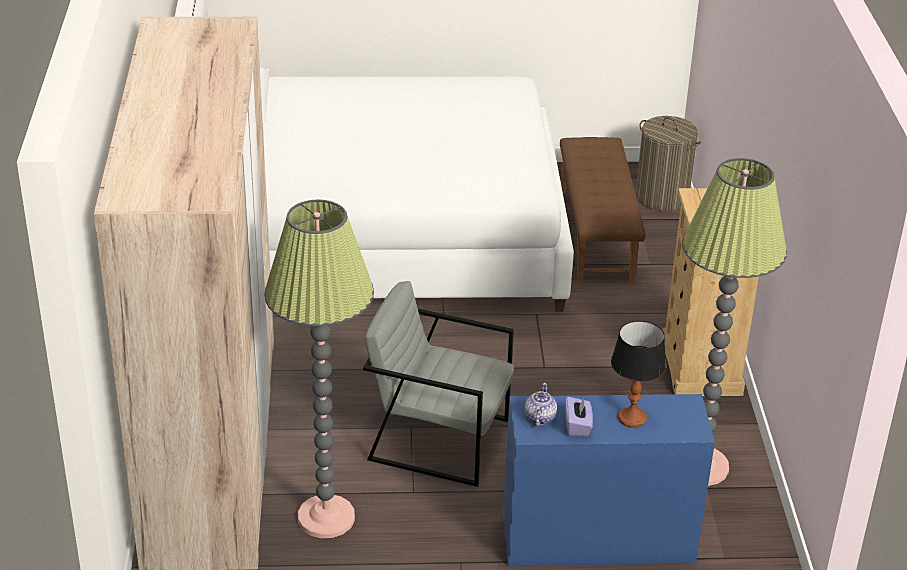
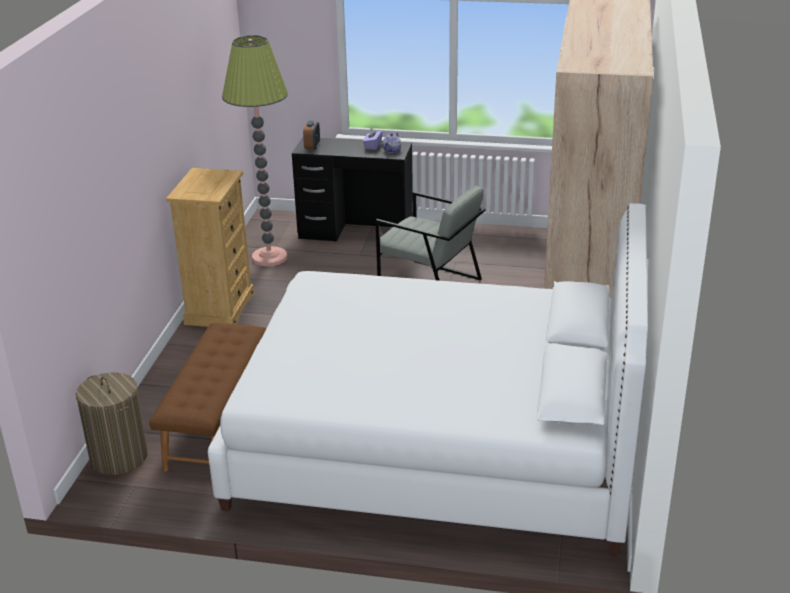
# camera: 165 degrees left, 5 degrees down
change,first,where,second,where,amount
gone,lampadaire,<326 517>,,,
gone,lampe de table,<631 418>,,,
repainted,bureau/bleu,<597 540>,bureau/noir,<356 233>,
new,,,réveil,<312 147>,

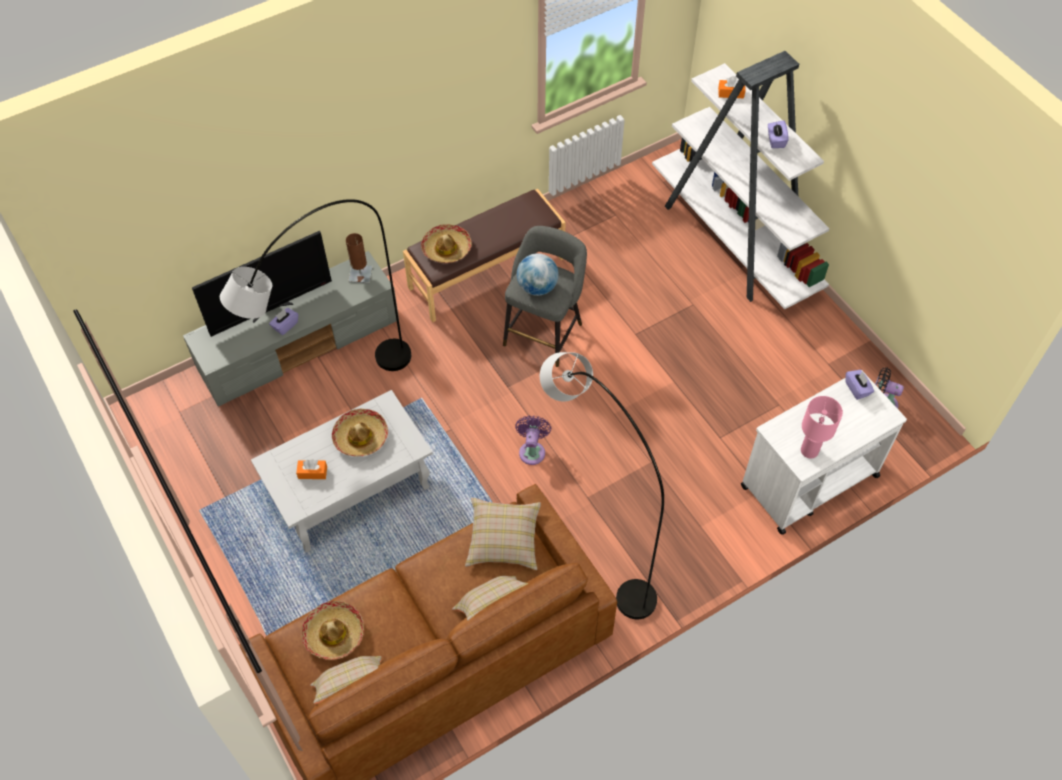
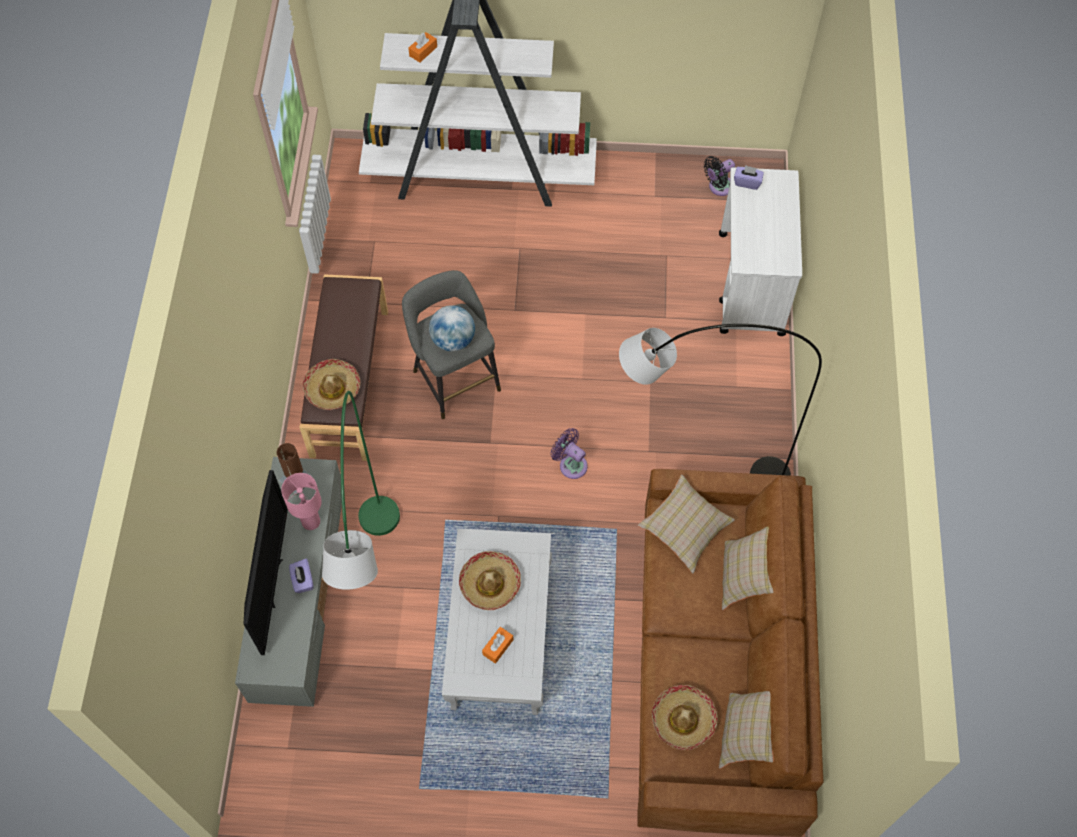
# camera: 55 degrees left, 5 degrees up
change,first,where,second,where,amount
gone,boîte à mouchoirs/violet,<775 140>,,,
repainted,lampadaire/gris,<335 391>,lampadaire/vert,<378 589>,
shifted,lampe de table/rose,<809 451>,,<311 522>,

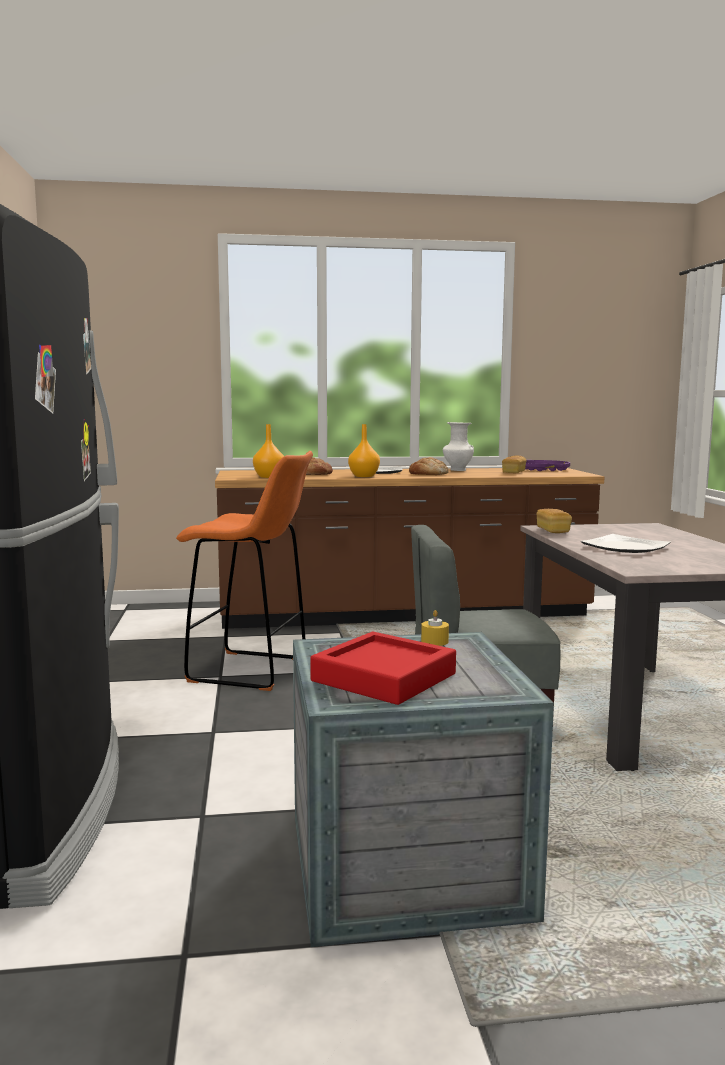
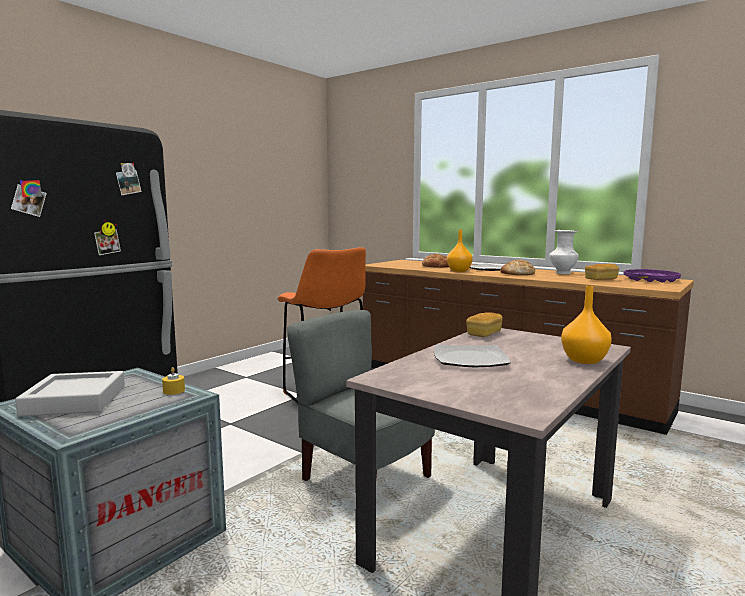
# camera: 45 degrees right, 0 degrees up
change,first,where,second,where,amount
shifted,vase/orange,<269 477>,,<585 361>,
repainted,plateau/rouge,<384 677>,plateau/gris,<75 400>,

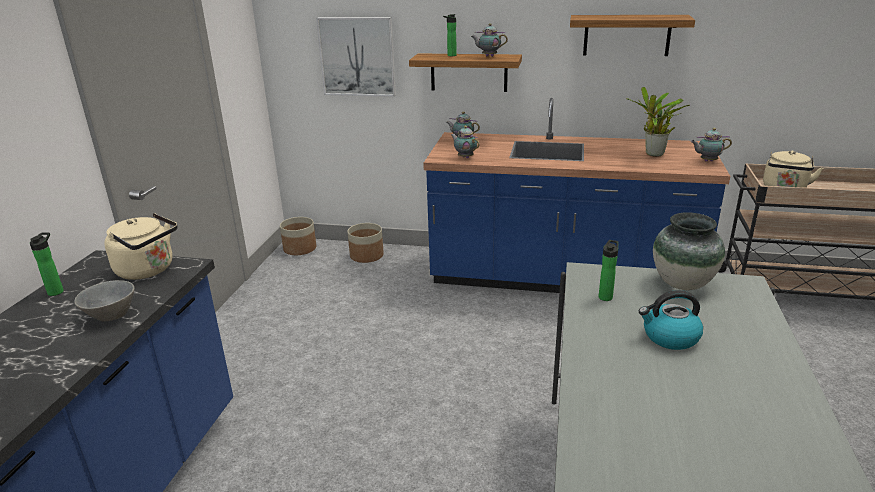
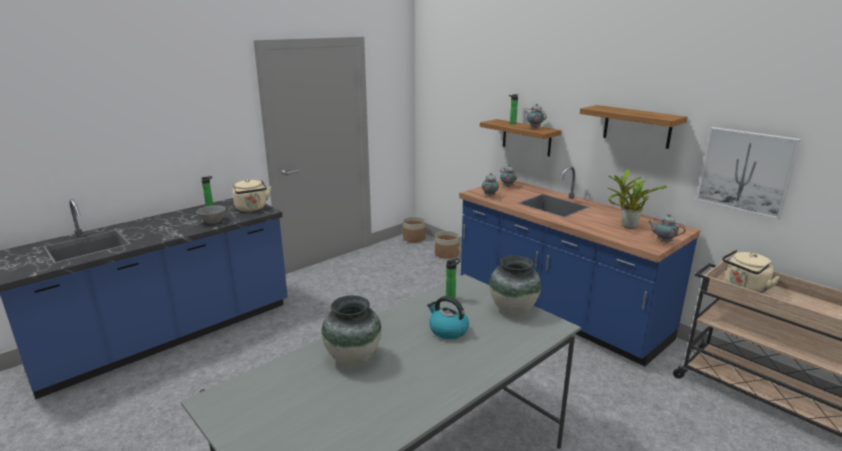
# camera: 35 degrees right, 5 degrees down
change,first,where,second,where,amount
shifted,tableau,<357 56>,,<745 171>,
new,,,vase,<353 358>,

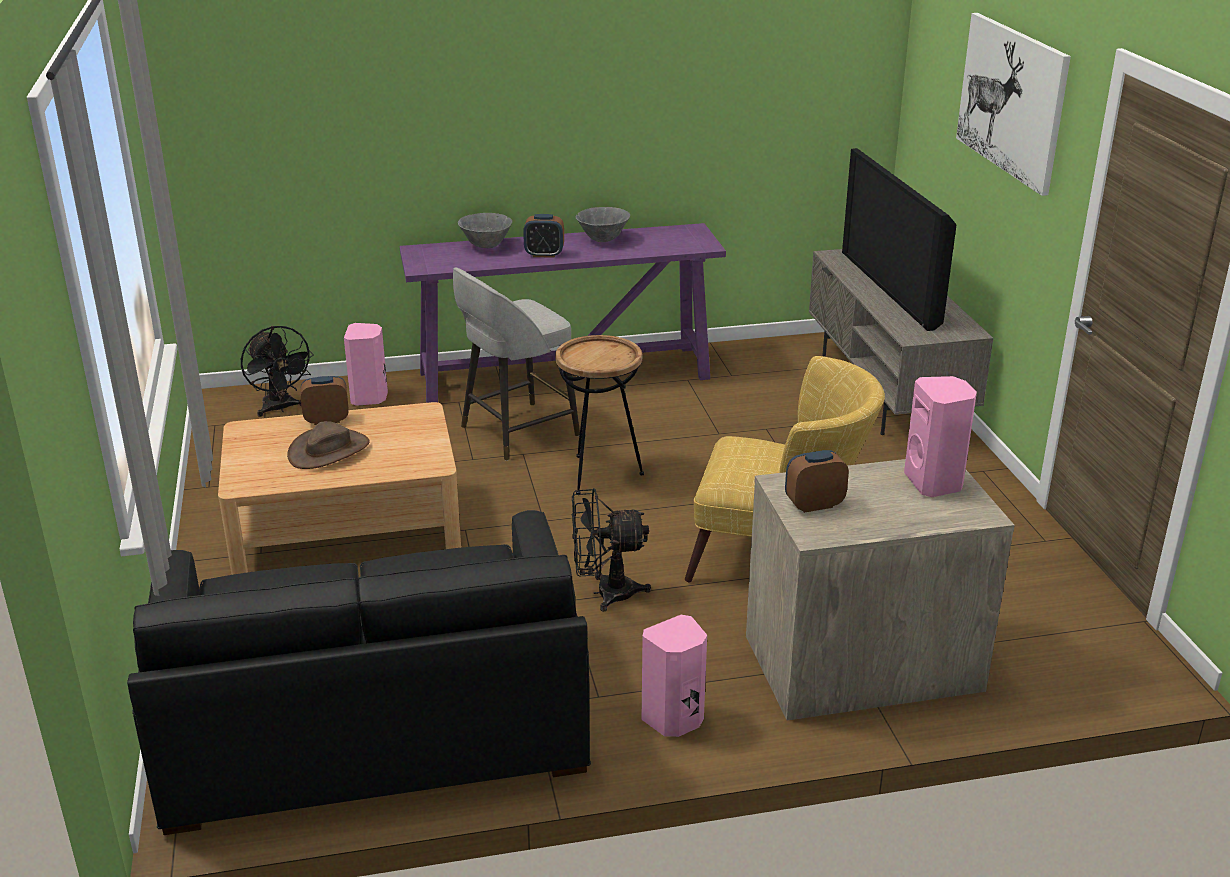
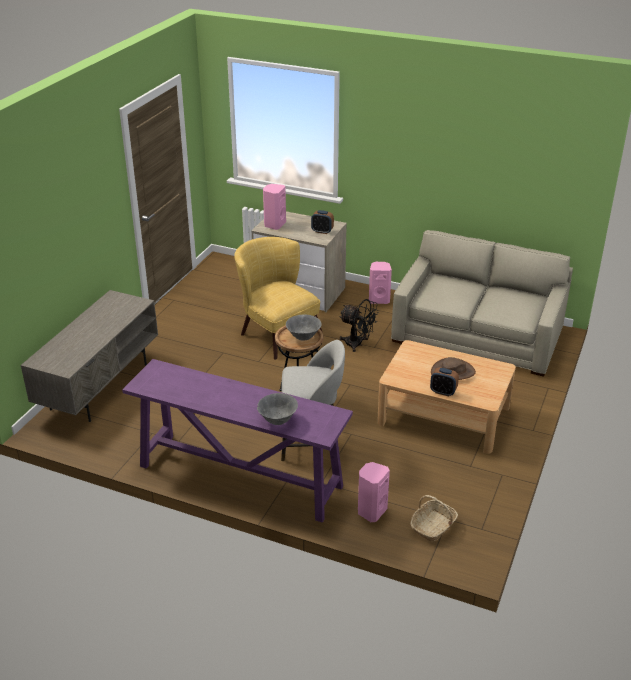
# camera: 145 degrees left, 5 degrees up
change,first,where,second,where,amount
gone,tableau,<1011 100>,,,
gone,téléviseur,<894 288>,,,
shifted,bol/gris,<603 240>,,<303 337>,
gone,réveil,<544 254>,,,
swapped,ventilateur/noir,<280 409>,panier,<433 526>,
repainted,canapé/noir,<372 722>,canapé/beige,<478 334>,

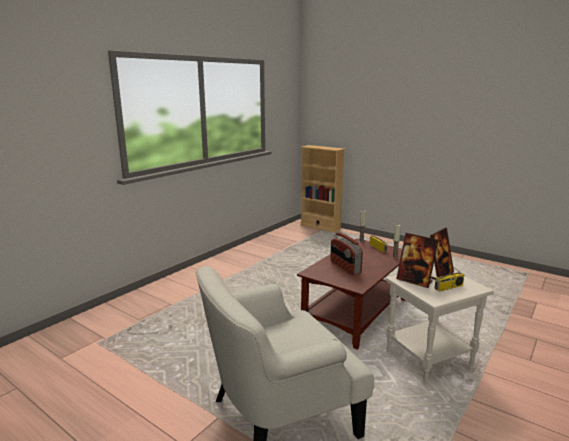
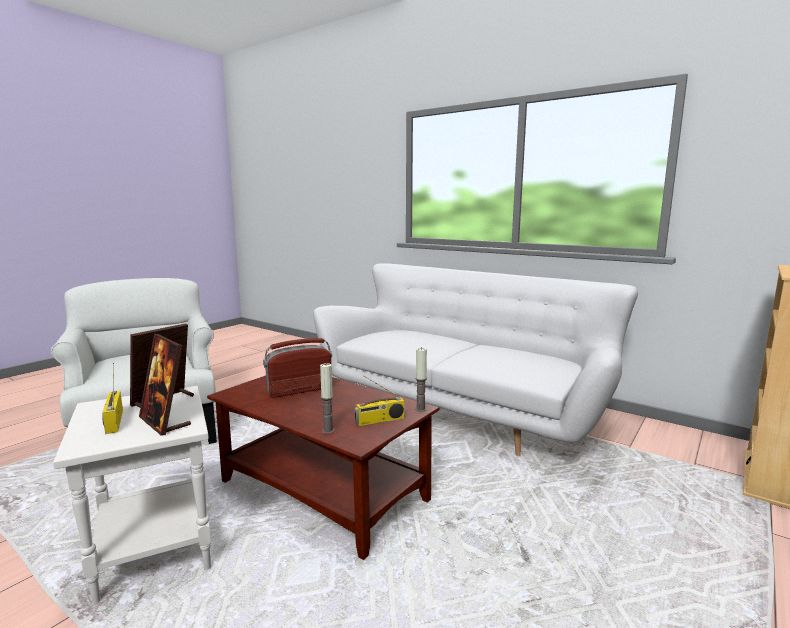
# camera: 90 degrees right, 5 degrees down
change,first,where,second,where,amount
new,,,canapé/blanc,<464 411>,

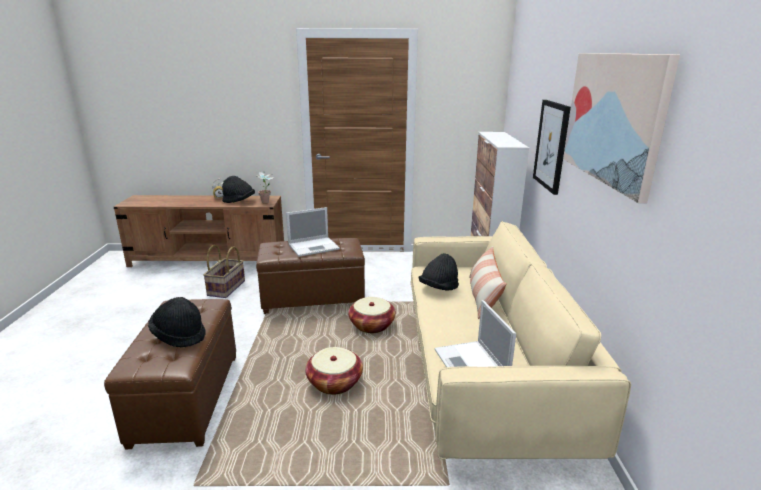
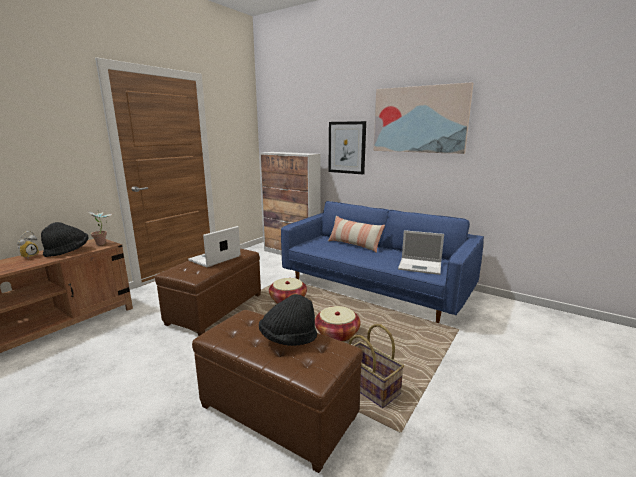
# camera: 55 degrees left, 5 degrees down
change,first,where,second,where,amount
rotated,ordinateur portable,<314 246>,,<214 258>,150 degrees counterclockwise
repainted,canapé/beige,<483 369>,canapé/bleu,<375 287>,
shifted,panier,<227 288>,,<370 386>,
gone,chapeau/noir,<438 288>,,,

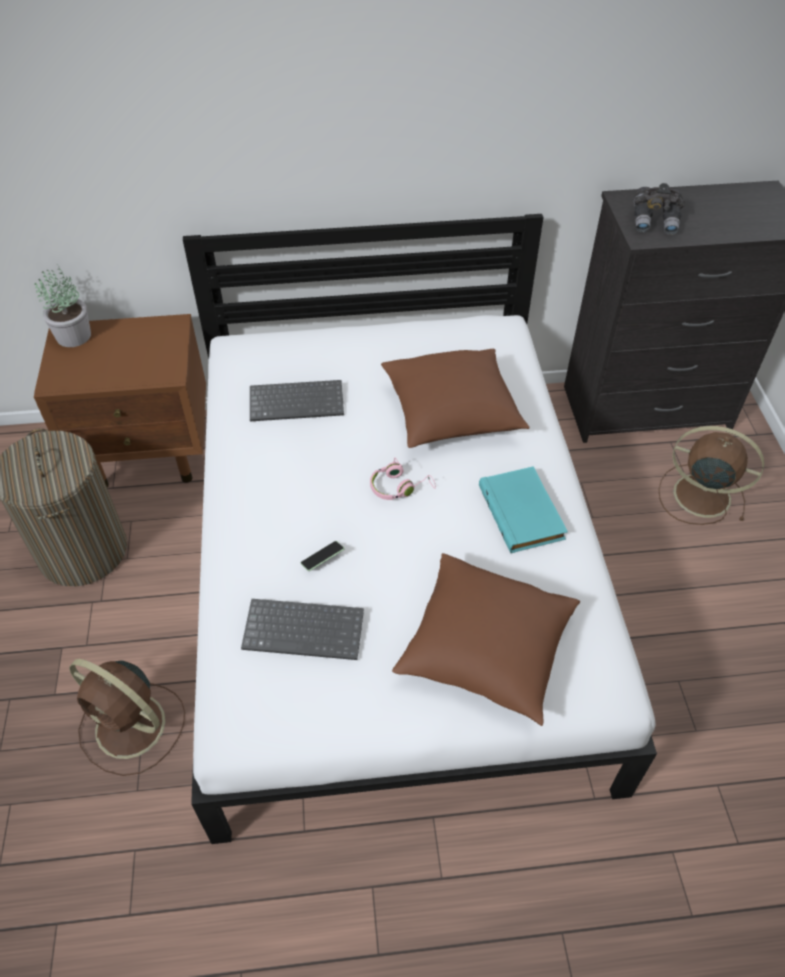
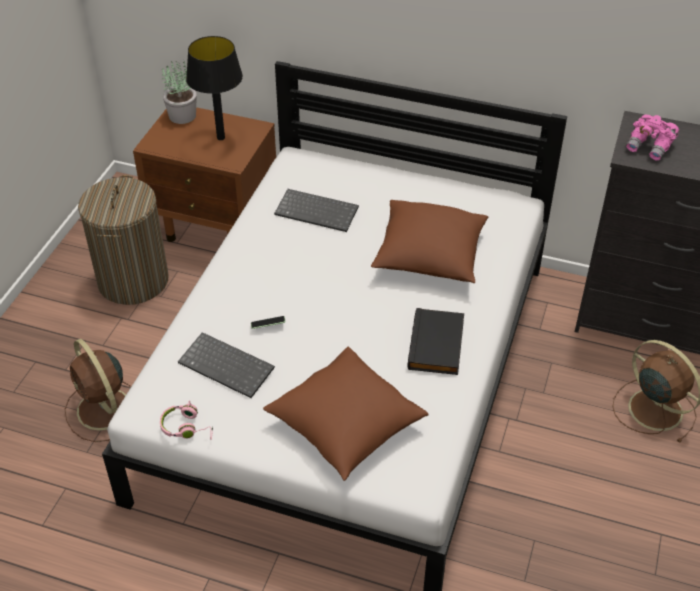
# camera: 25 degrees right, 5 degrees down
change,first,where,second,where,amount
repainted,jumelles/gris,<655 222>,jumelles/rose,<650 146>,
shifted,casque audio/rose,<399 487>,,<187 428>,
repainted,livre/turquoise,<523 513>,livre/noir,<438 345>,
new,,,lampe de table/noir,<220 138>,

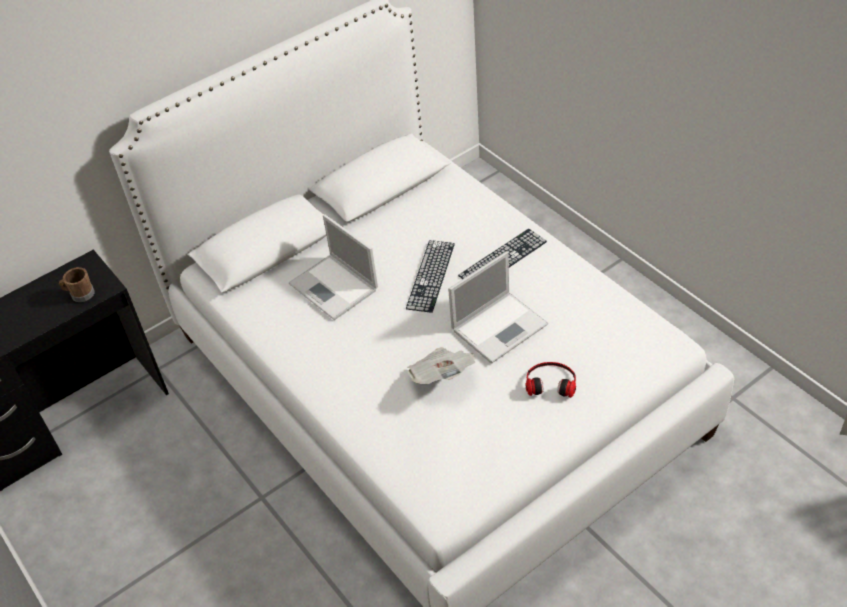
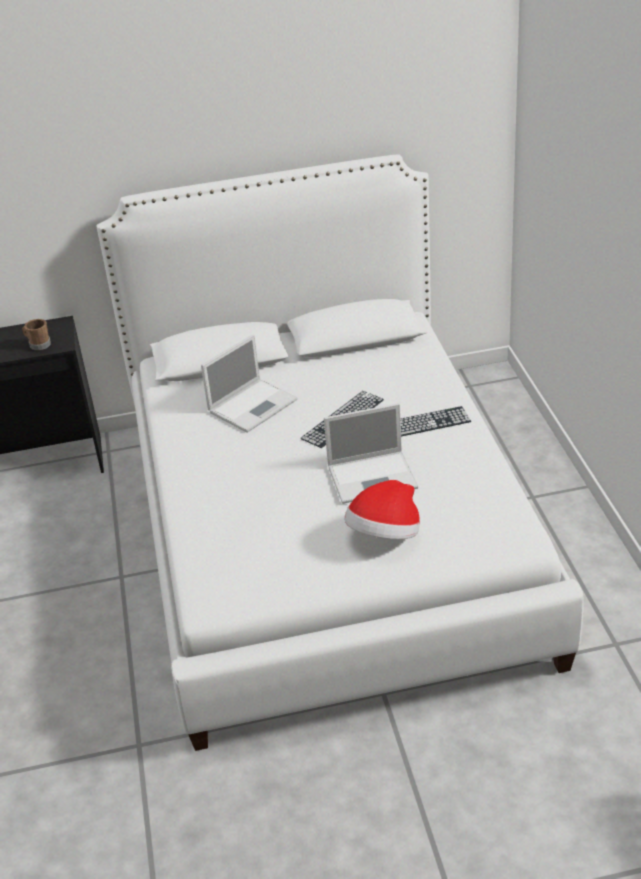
# camera: 25 degrees right, 10 degrees down
change,first,where,second,where,amount
rotated,ordinateur portable,<335 287>,,<253 405>,120 degrees counterclockwise
gone,journal,<441 376>,,,
swapped,casque audio,<551 382>,chapeau,<385 535>,

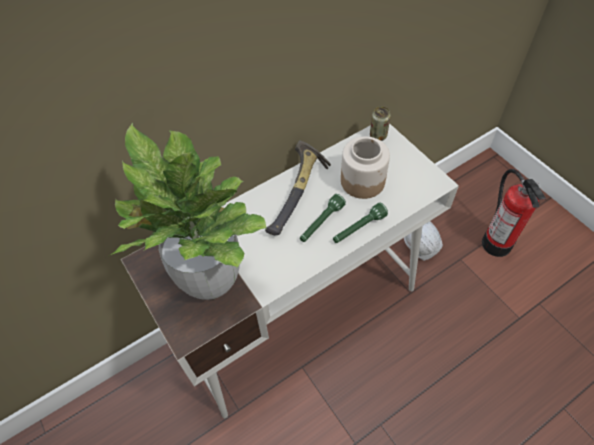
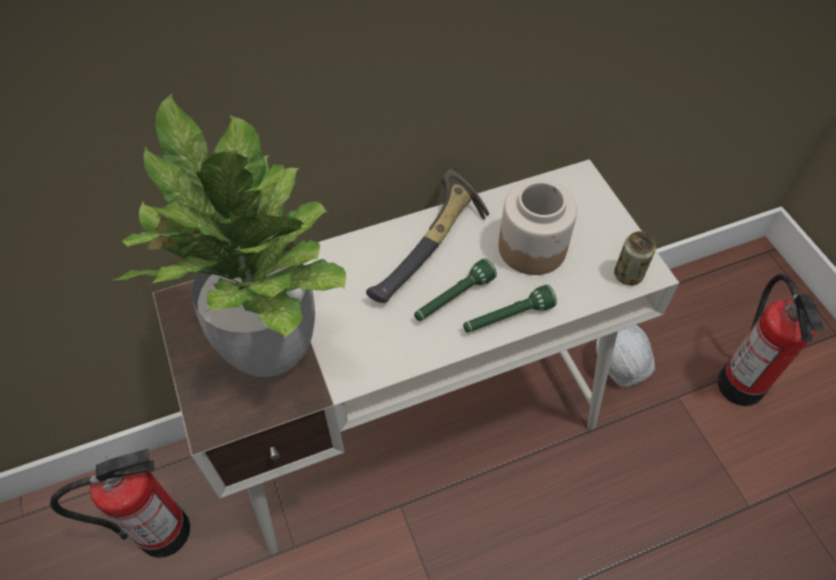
# camera: 10 degrees right, 0 degrees up
change,first,where,second,where,amount
shifted,boîte métallique,<378 135>,,<628 275>,
new,,,extincteur,<163 531>,

